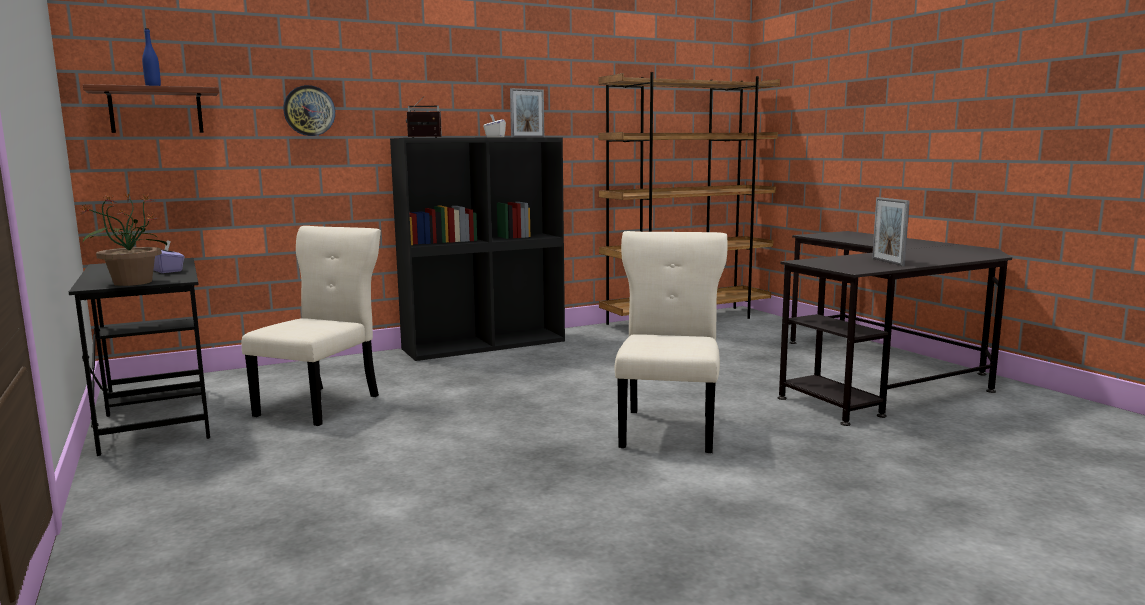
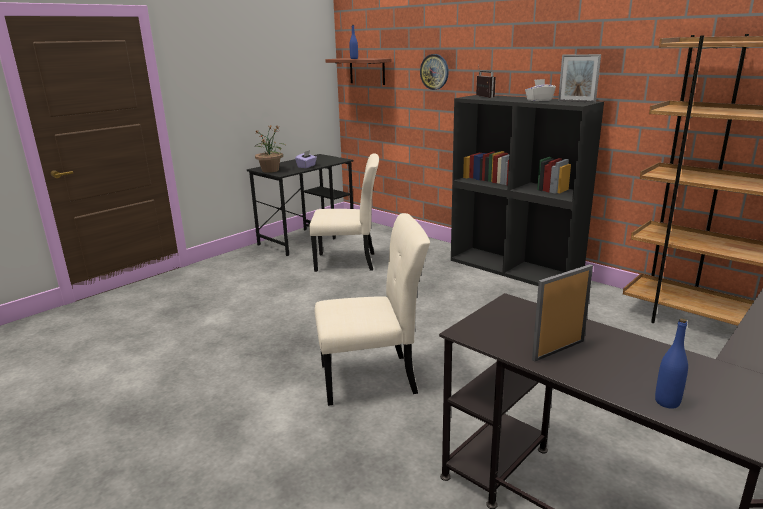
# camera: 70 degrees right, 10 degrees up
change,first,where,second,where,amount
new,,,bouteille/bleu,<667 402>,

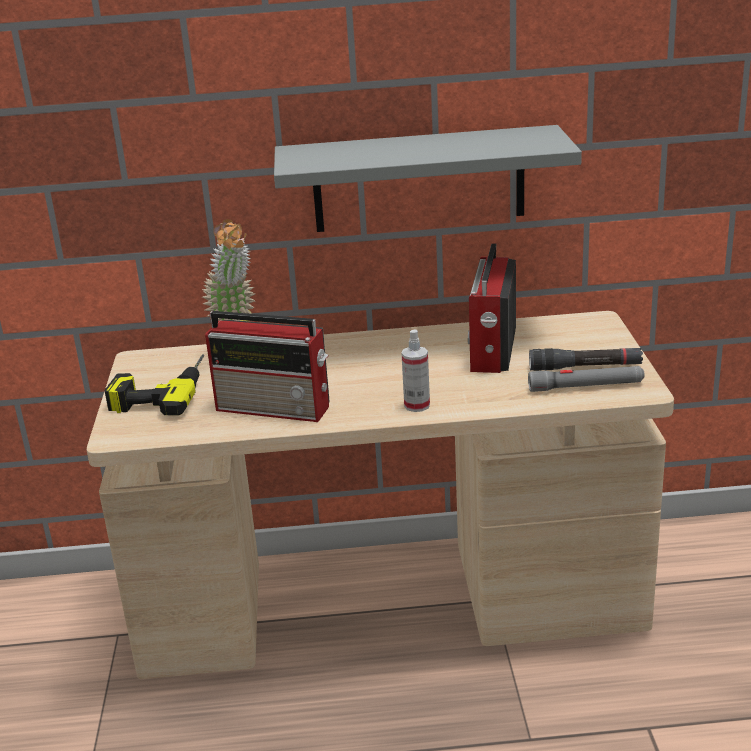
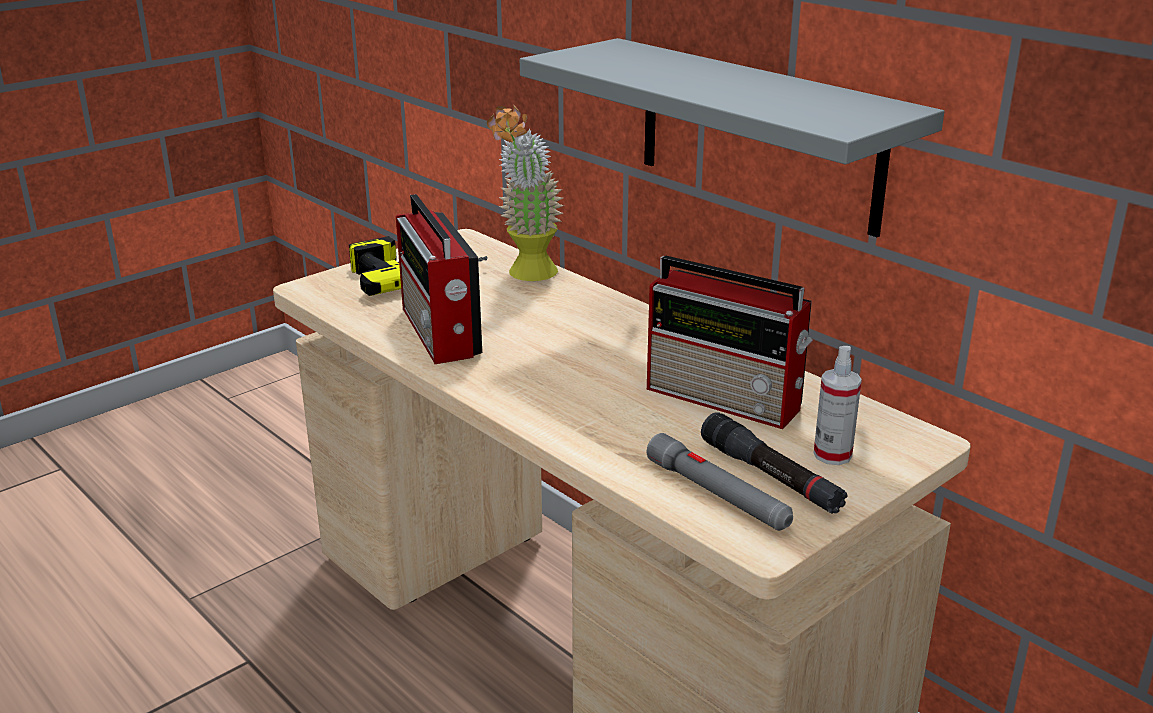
# camera: 50 degrees right, 0 degrees up
change,first,where,second,where,amount
rotated,radio,<492 350>,,<727 399>,120 degrees counterclockwise
shifted,vaporisateur,<417 405>,,<832 455>,

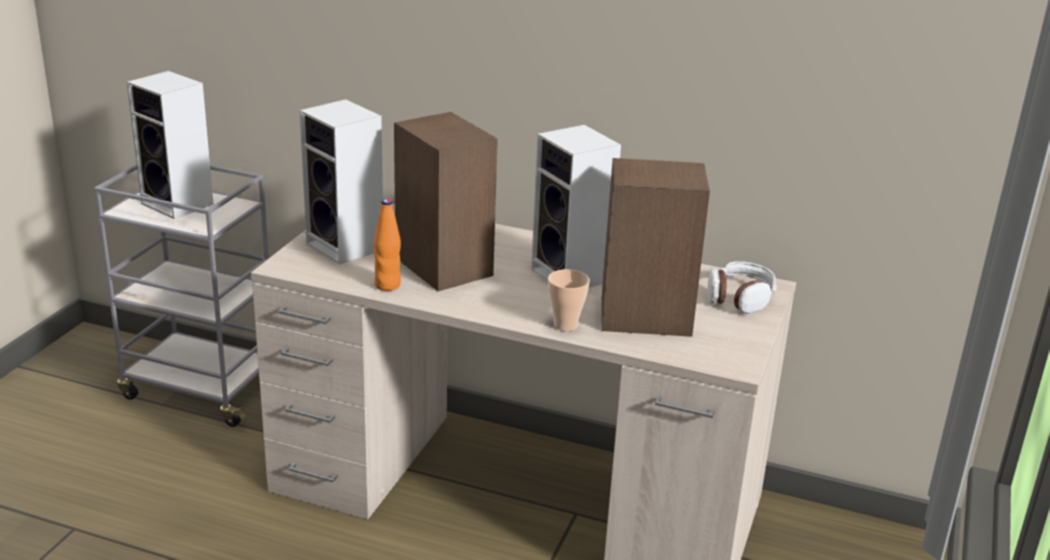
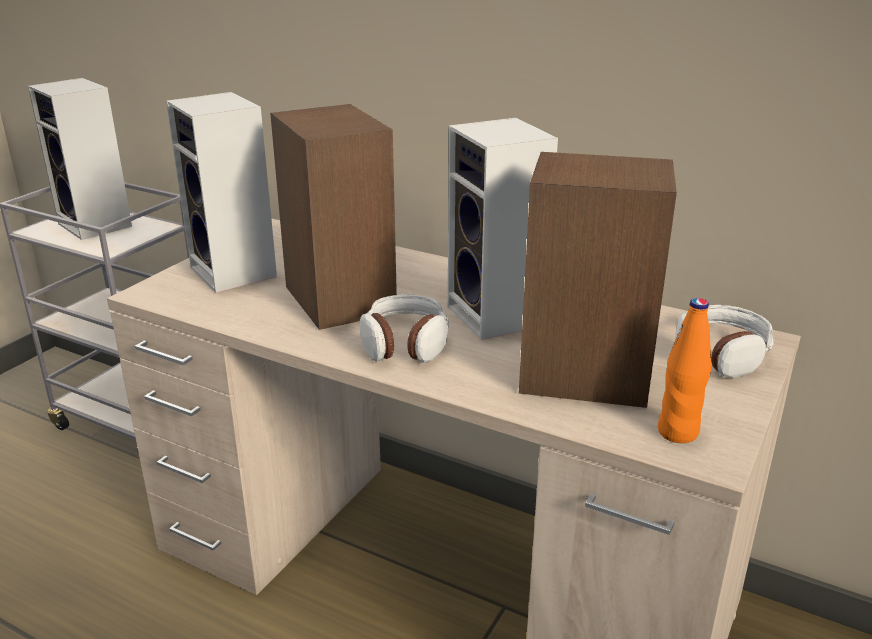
# camera: 10 degrees right, 0 degrees up
change,first,where,second,where,amount
shifted,bouteille/orange,<387 285>,,<678 432>,
gone,tasse,<565 325>,,,
new,,,casque audio,<404 343>,

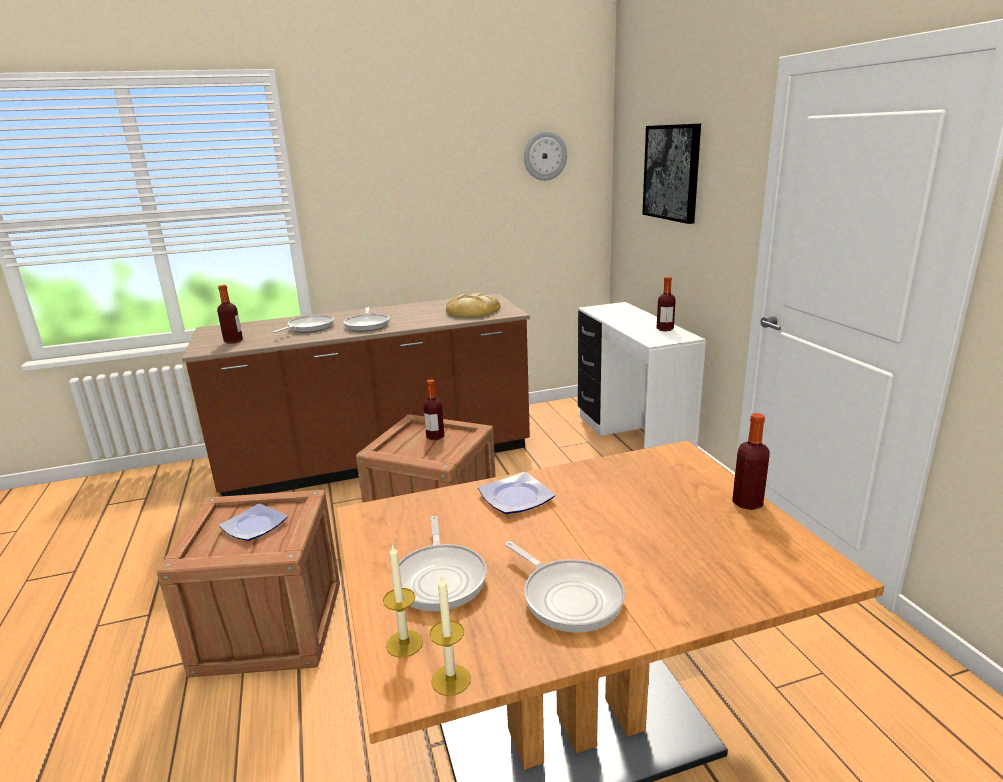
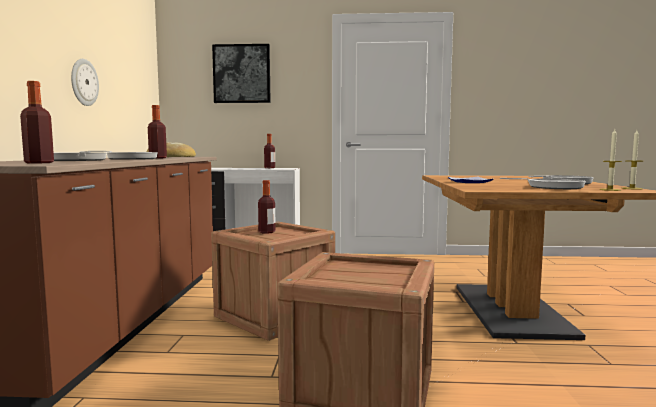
# camera: 70 degrees left, 15 degrees down
change,first,where,second,where,amount
shifted,horloge murale,<545 156>,,<83 82>,
shifted,bouteille,<747 503>,,<158 158>,
gone,assiette,<256 526>,,,

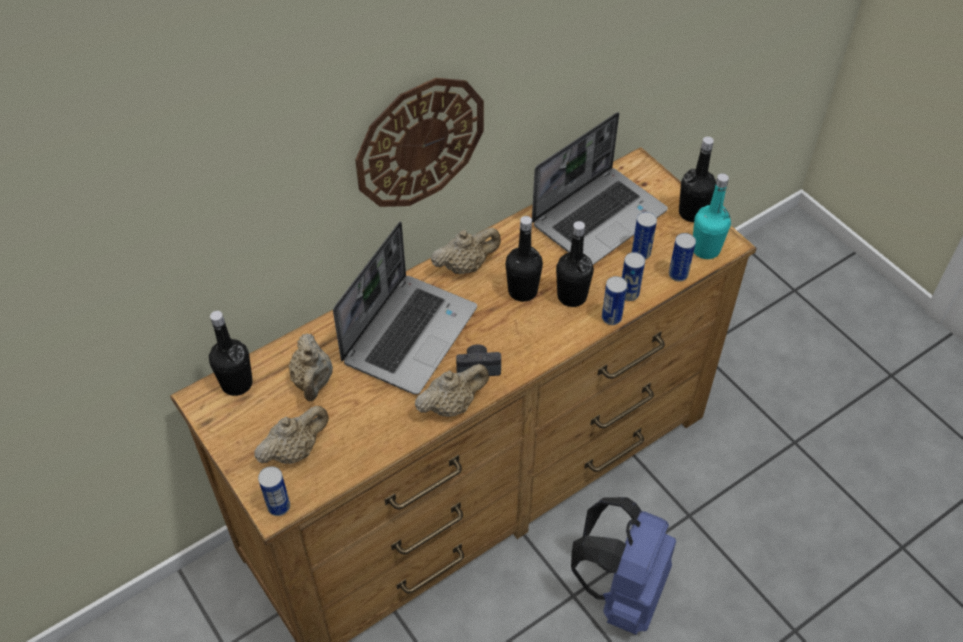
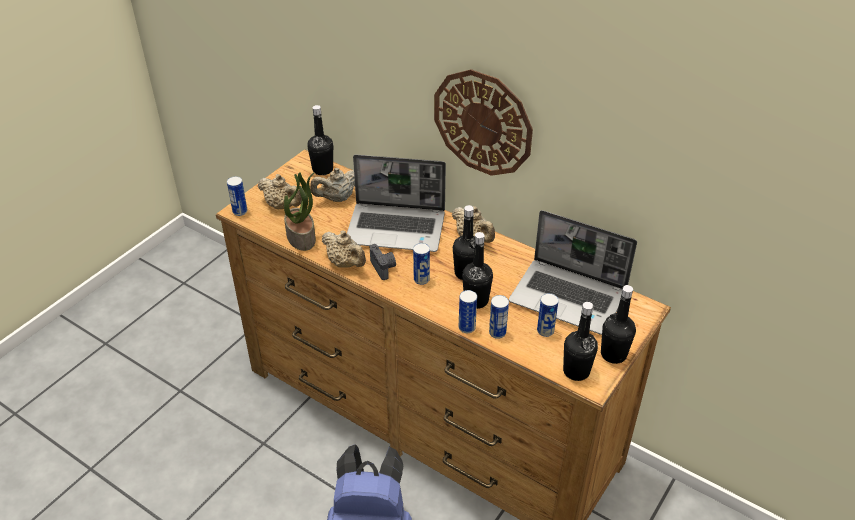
# camera: 70 degrees right, 10 degrees down
change,first,where,second,where,amount
repainted,bouteille/turquoise,<705 249>,bouteille/noir,<576 371>,
shifted,boîte métallique,<678 274>,,<421 279>,
new,,,plante en pot,<302 237>,

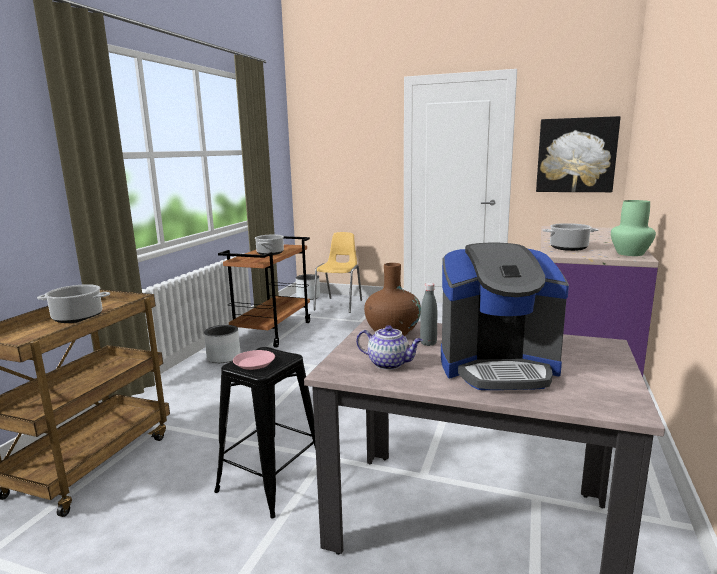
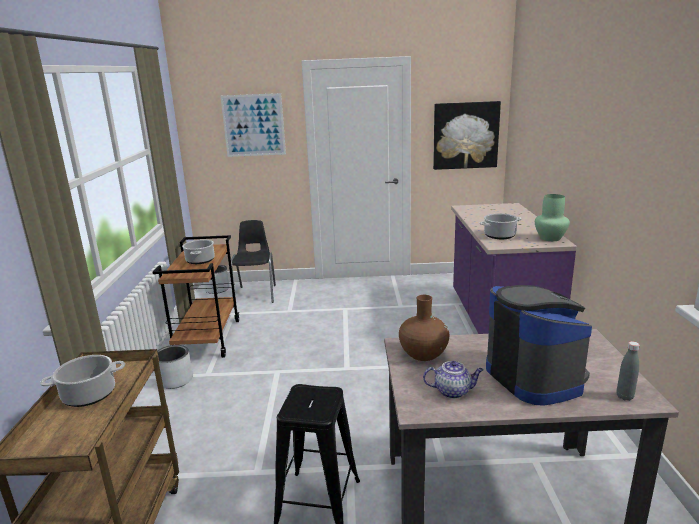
# camera: 20 degrees left, 5 degrees up
change,first,where,second,where,amount
repainted,chaise/jaune,<339 305>,chaise/noir,<256 294>,
rotated,machine à café,<497 367>,,<534 377>,90 degrees counterclockwise
shifted,bouteille/gris,<428 343>,,<624 396>,
gone,assiette/rose,<254 363>,,,
new,,,tableau,<253 125>,

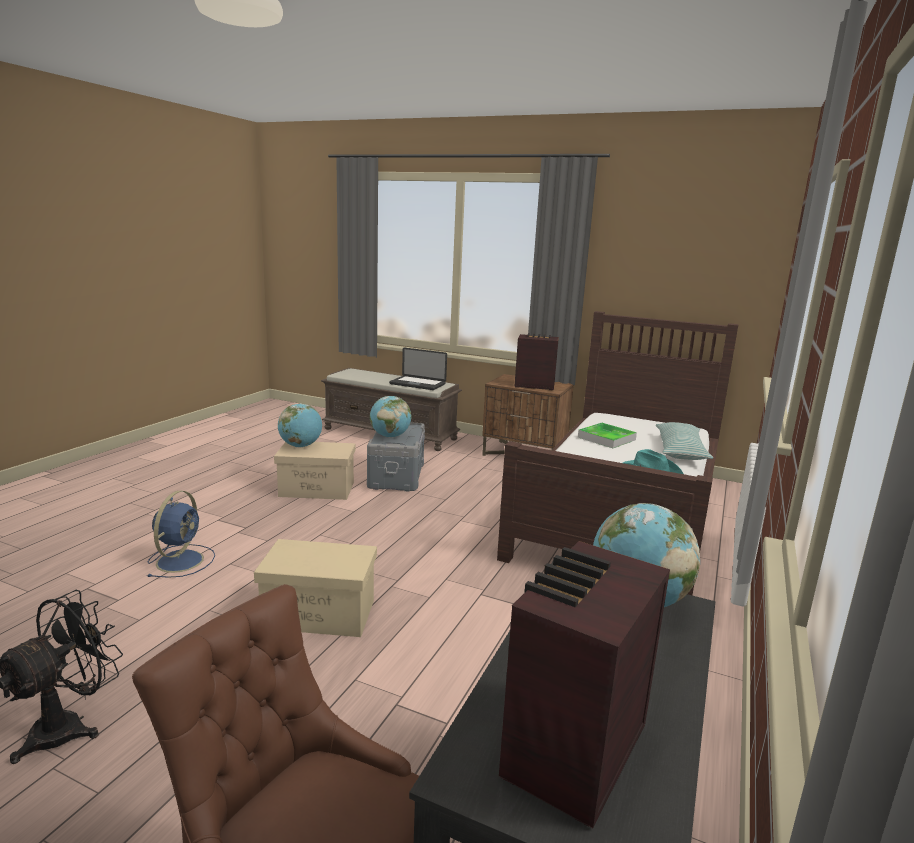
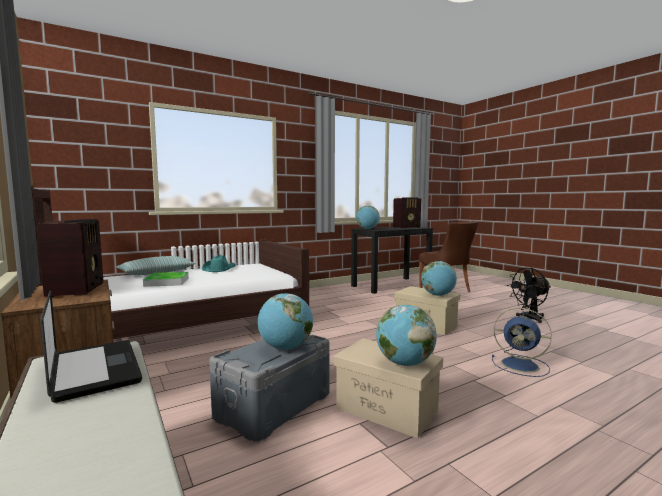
# camera: 145 degrees left, 10 degrees down
change,first,where,second,where,amount
rotated,radio,<533 386>,,<78 289>,150 degrees counterclockwise
rotated,ventilateur/bleu,<181 560>,,<521 365>,105 degrees counterclockwise
new,,,globe,<438 295>,

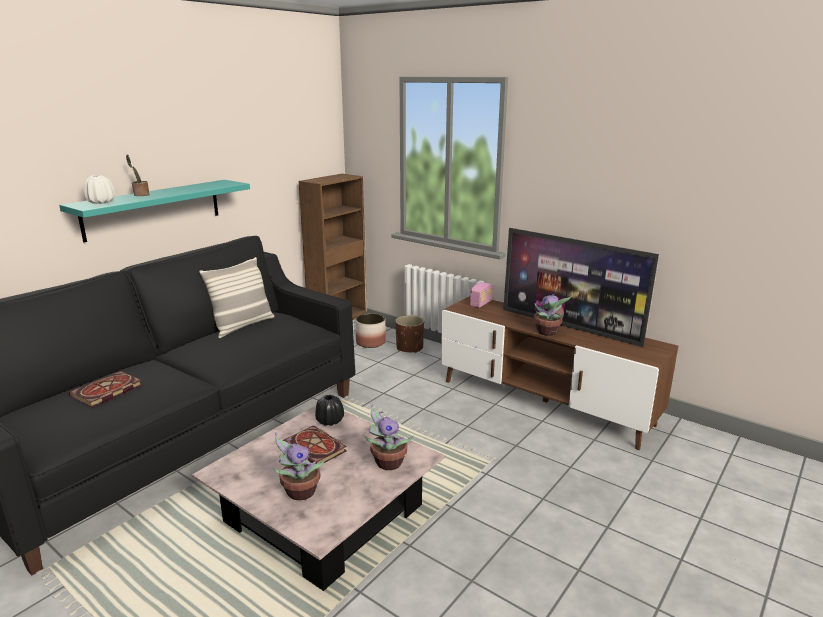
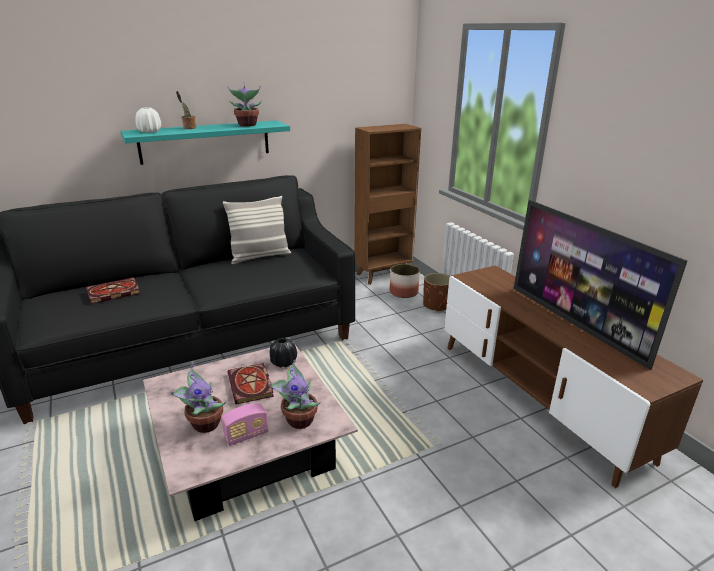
# camera: 25 degrees right, 5 degrees up
change,first,where,second,where,amount
shifted,radio,<481 304>,,<246 435>,
shifted,plante en pot,<547 332>,,<247 125>,

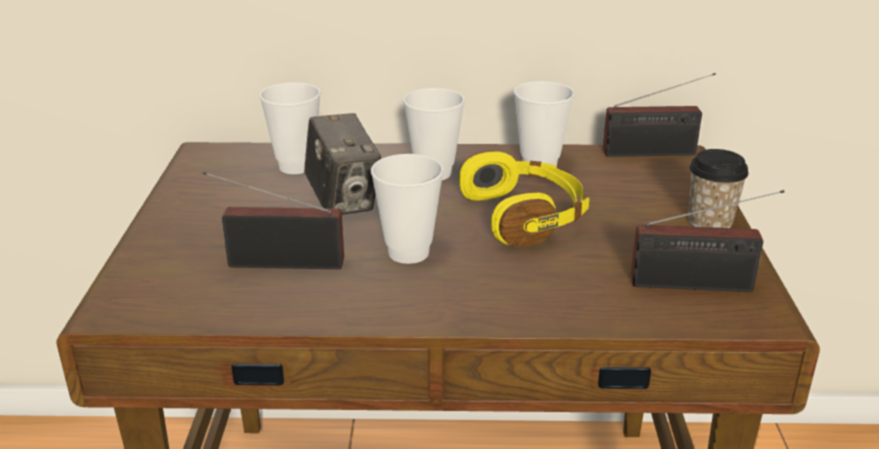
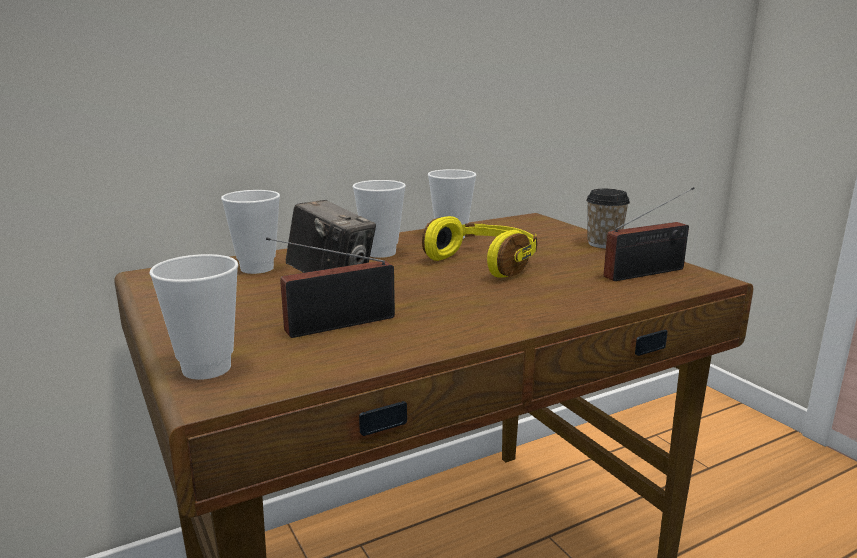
# camera: 30 degrees left, 10 degrees down
change,first,where,second,where,amount
gone,radio,<654 153>,,,
shifted,tasse,<408 253>,,<206 368>,

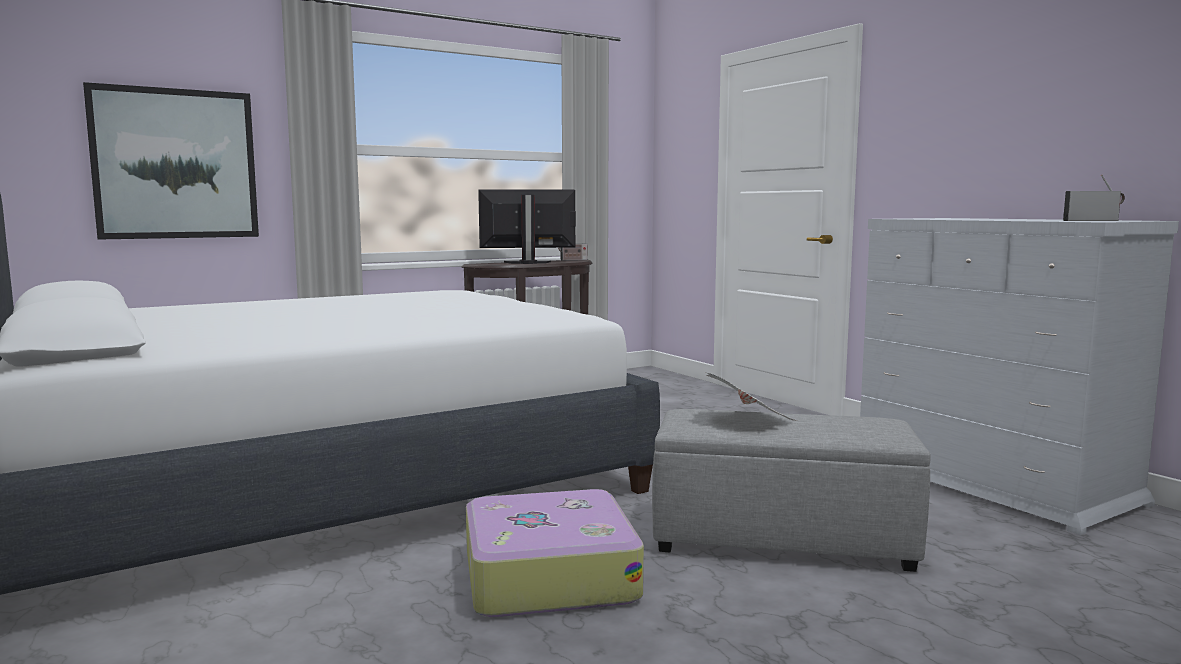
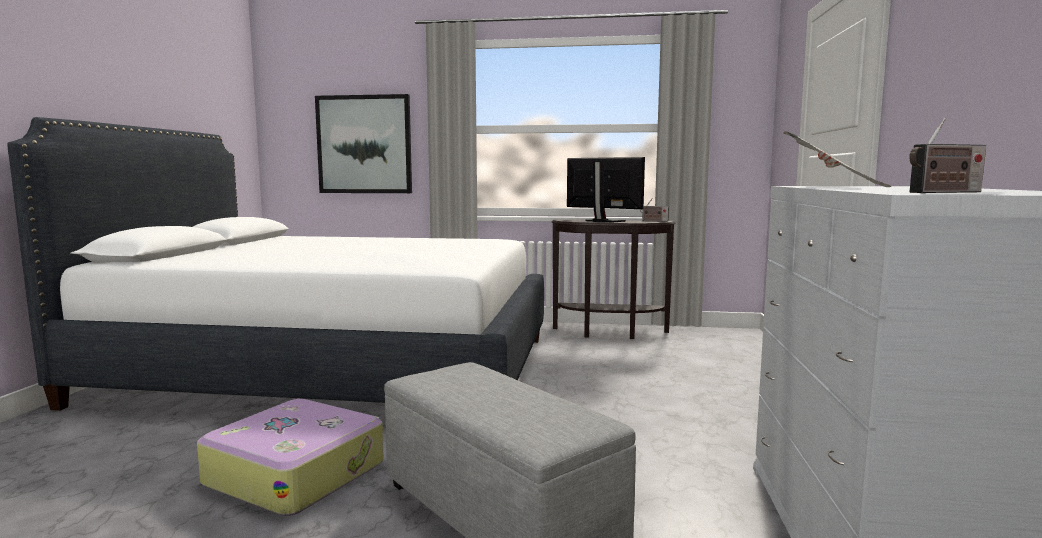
# camera: 40 degrees right, 0 degrees up
change,first,where,second,where,amount
rotated,radio,<1092 220>,,<943 192>,120 degrees clockwise
shifted,journal,<750 421>,,<834 186>,

